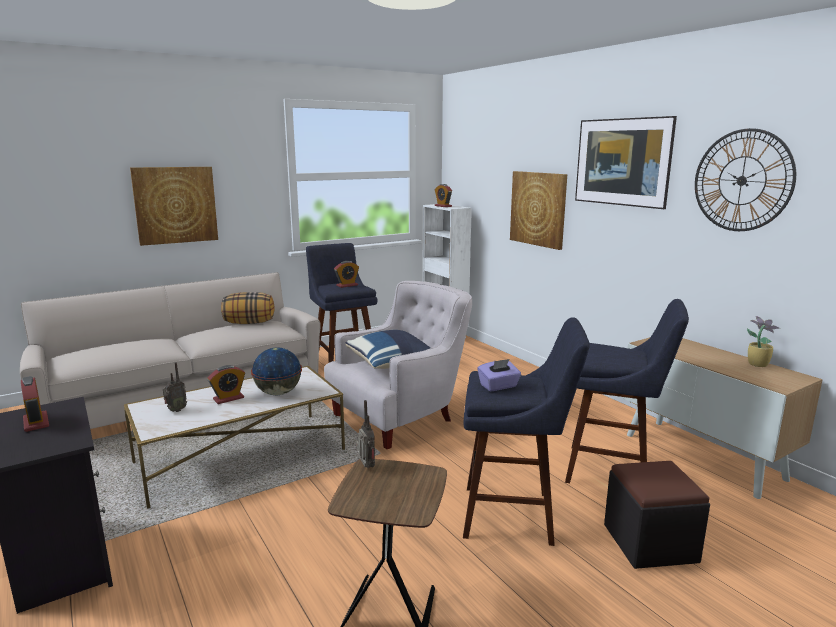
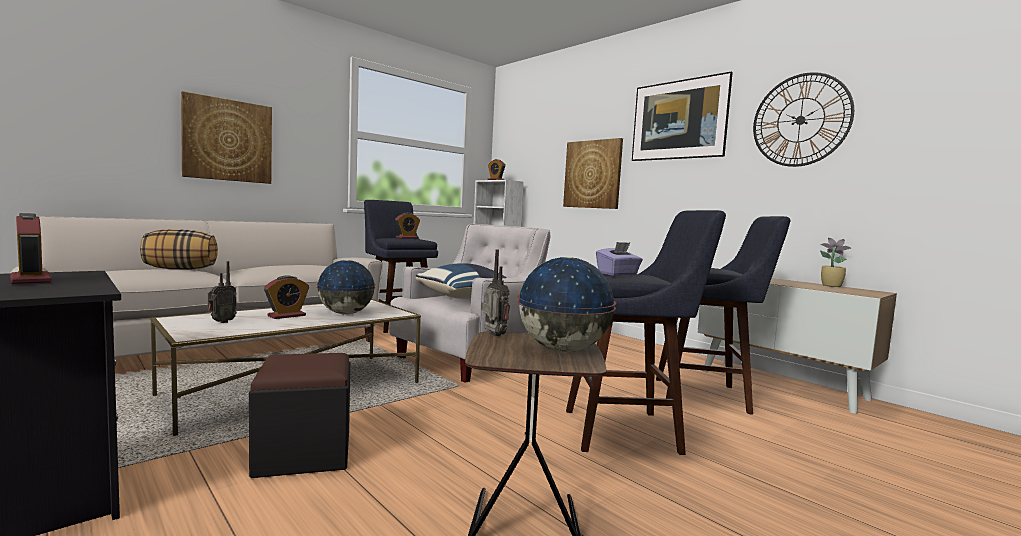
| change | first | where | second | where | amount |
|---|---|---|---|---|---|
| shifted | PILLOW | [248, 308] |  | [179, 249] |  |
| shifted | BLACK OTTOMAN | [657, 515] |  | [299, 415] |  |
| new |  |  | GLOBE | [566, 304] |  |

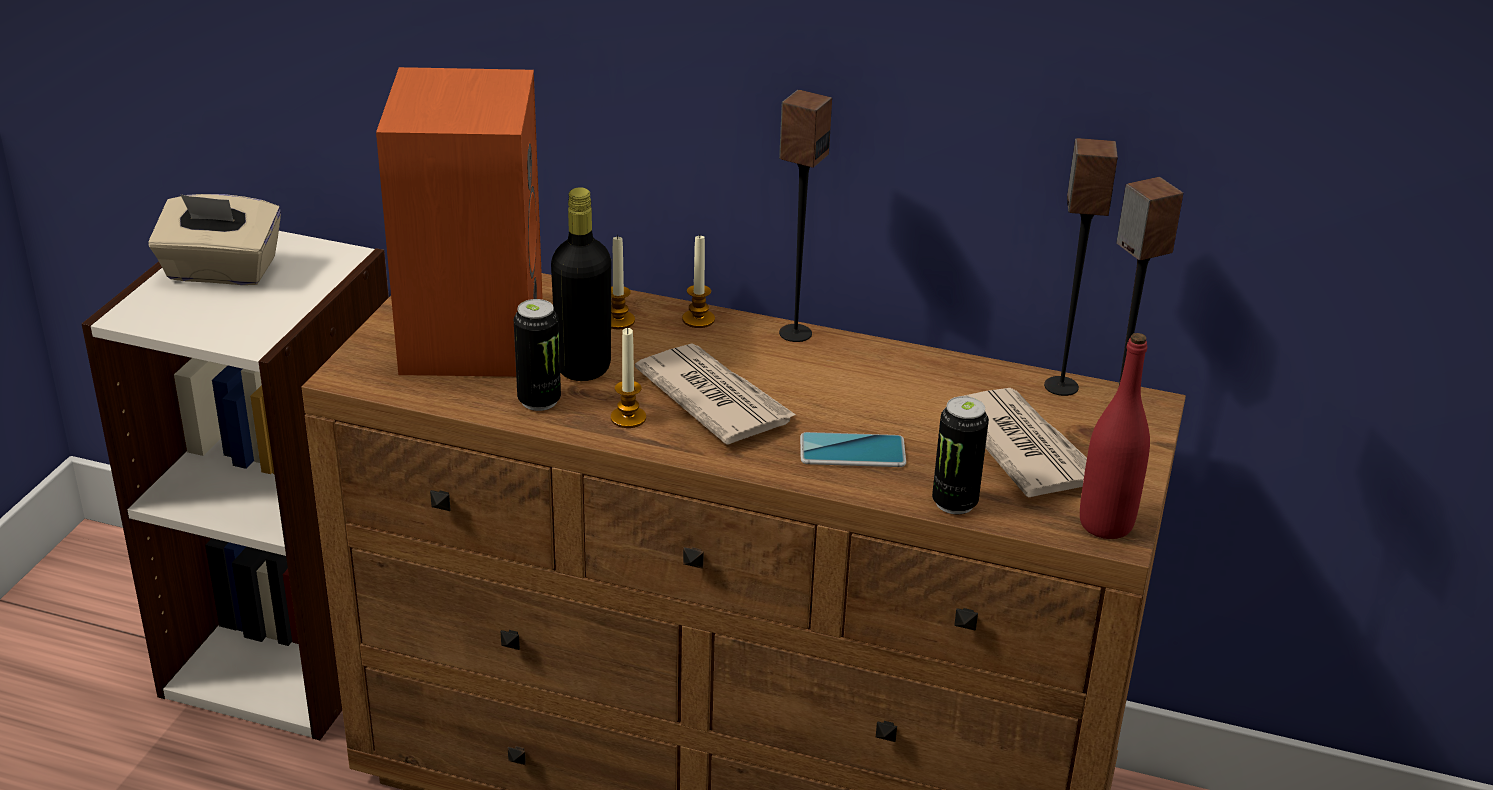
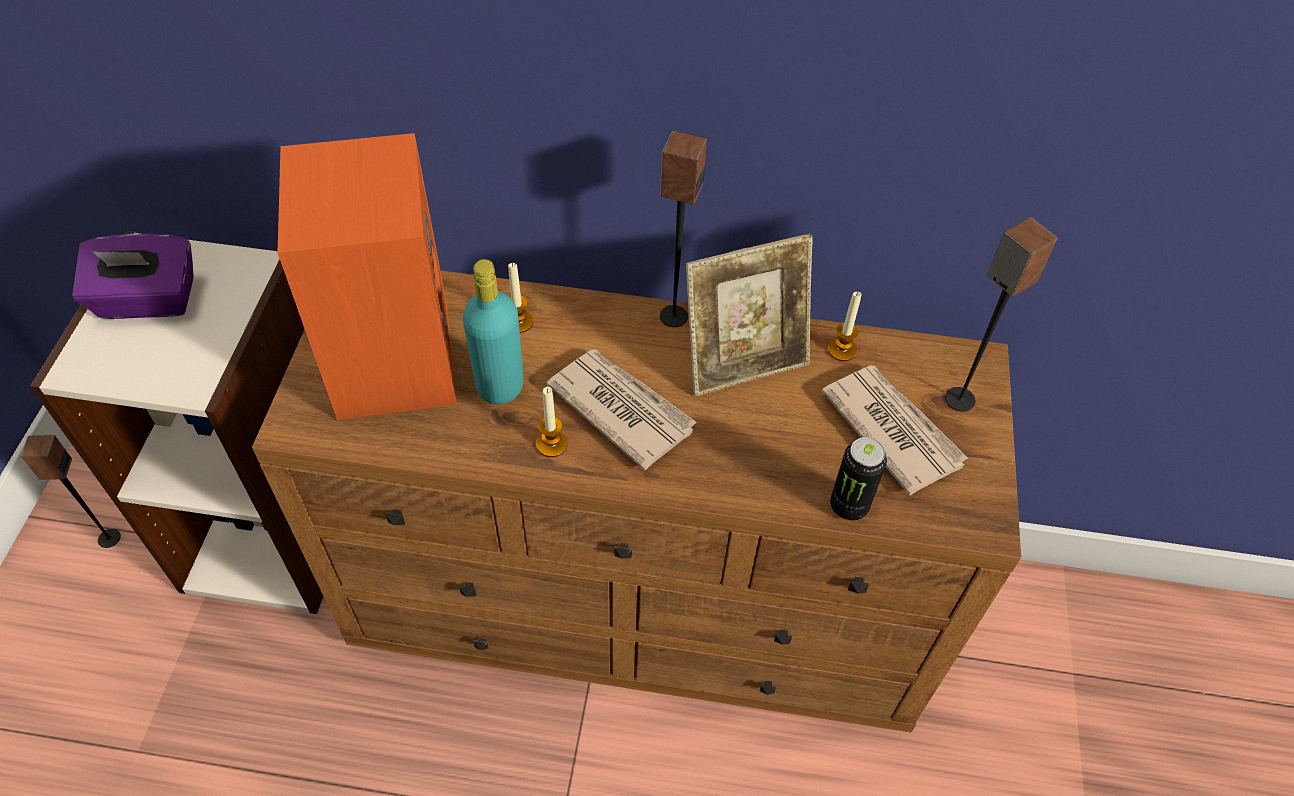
| change | first | where | second | where | amount |
|---|---|---|---|---|---|
| shifted | SPEAKER | [1081, 267] |  | [70, 491] |  |
| repainted | BEIGE TISSUE BOX | [214, 239] | PURPLE TISSUE BOX | [133, 276] |  |
| repainted | BLACK BOTTLE | [581, 284] | TURQUOISE BOTTLE | [493, 331] |  |
| new |  |  | PICTURE FRAME | [749, 315] |  |
| shifted | CANDLE | [698, 281] |  | [845, 326] |  |
| gone | CAN | [537, 355] |  |  |  |
| gone | PHONE | [853, 449] |  |  |  |
| gone | RED BOTTLE | [1115, 436] |  |  |  |

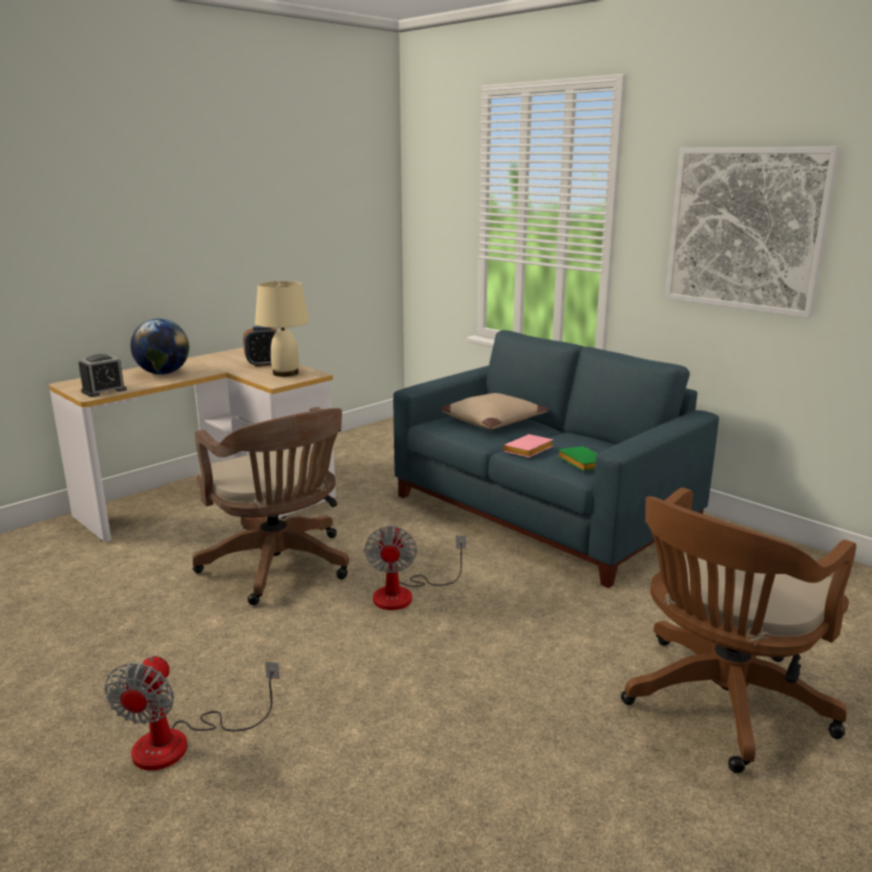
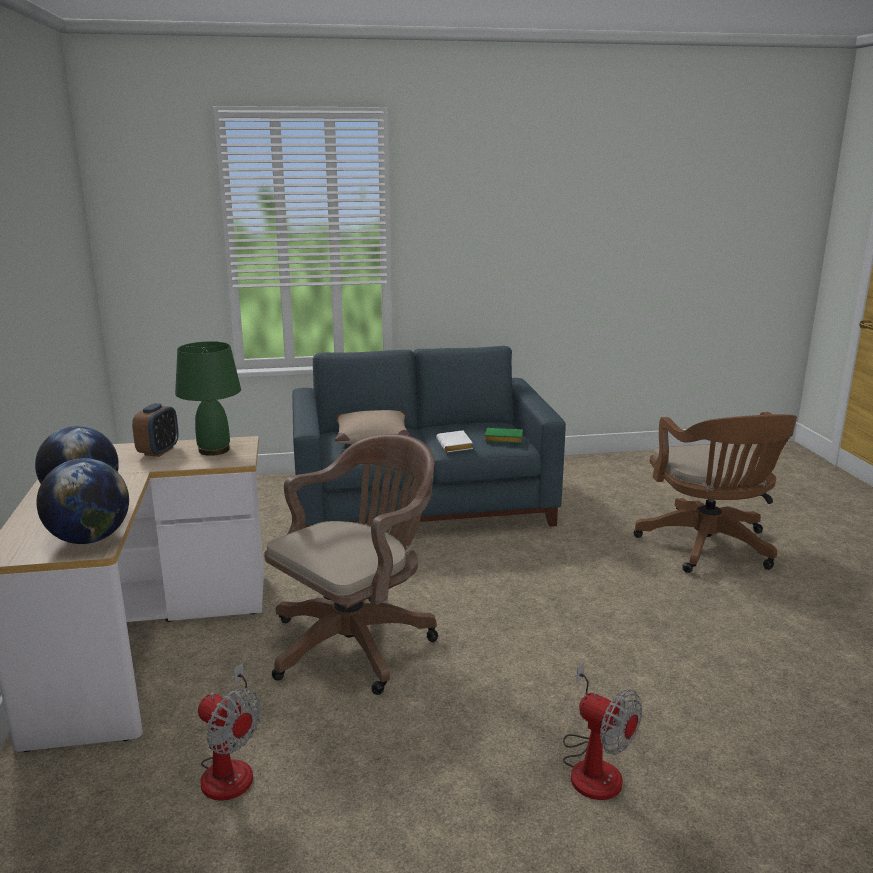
| change | first | where | second | where | amount |
|---|---|---|---|---|---|
| swapped | ALARM CLOCK | [102, 375] | GLOBE | [83, 501] |  |
| repainted | BEIGE TABLE LAMP | [282, 329] | GREEN TABLE LAMP | [208, 398] |  |
| shifted | FAN | [415, 567] |  | [229, 732] |  |
| rotated | BROWN OFFICE CHAIR | [271, 506] |  | [351, 564] | 45 degrees counterclockwise |
| repainted | PINK BOOK | [528, 445] | WHITE BOOK | [454, 441] |  |
| gone | PICTURE | [753, 232] |  |  |  |

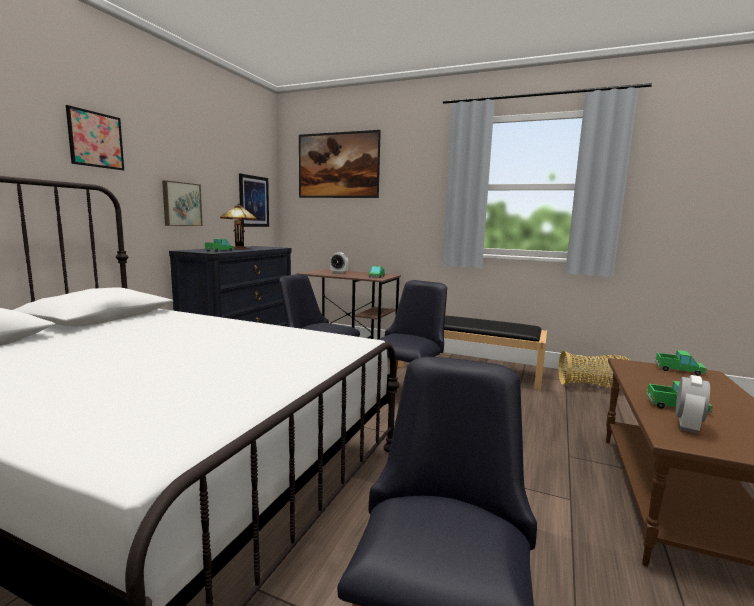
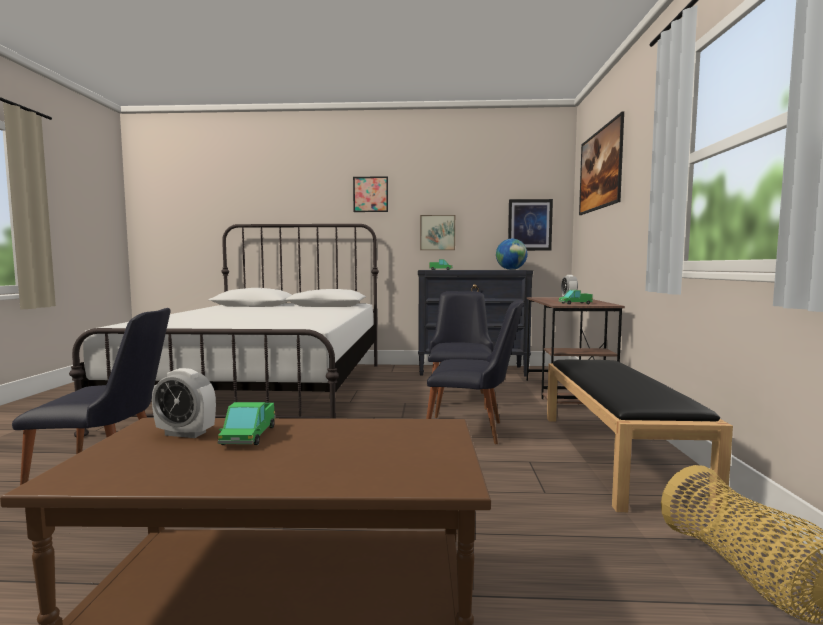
| change | first | where | second | where | amount |
|---|---|---|---|---|---|
| new |  |  | GLOBE | [511, 254] |  |
| gone | TABLE LAMP | [238, 226] |  |  |  |
| gone | TOY TRUCK | [681, 363] |  |  |  |

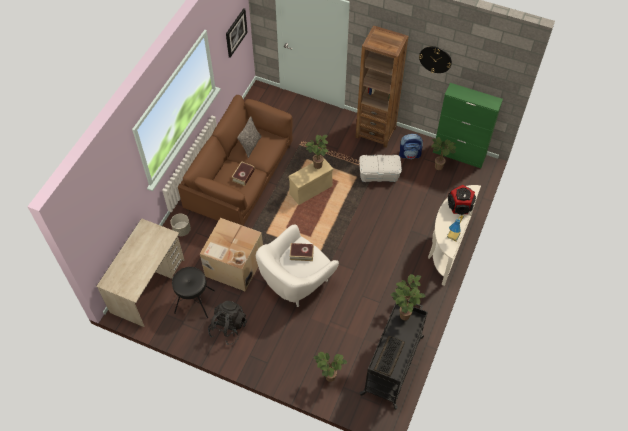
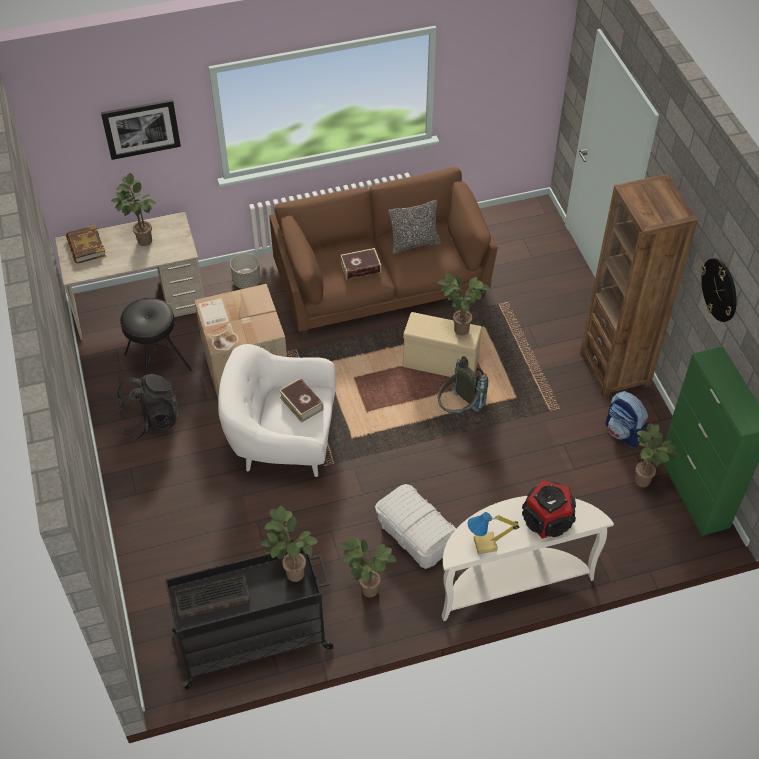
| change | first | where | second | where | amount |
|---|---|---|---|---|---|
| new |  |  | BOOK | [86, 244] |  |
| shifted | PICTURE | [237, 33] |  | [141, 129] |  |
| shifted | POTTED PLANT | [330, 367] |  | [133, 209] |  |
| shifted | WHITE STORAGE BOX | [380, 168] |  | [415, 526] |  |
| new |  |  | GREY BACKPACK | [463, 384] |  |

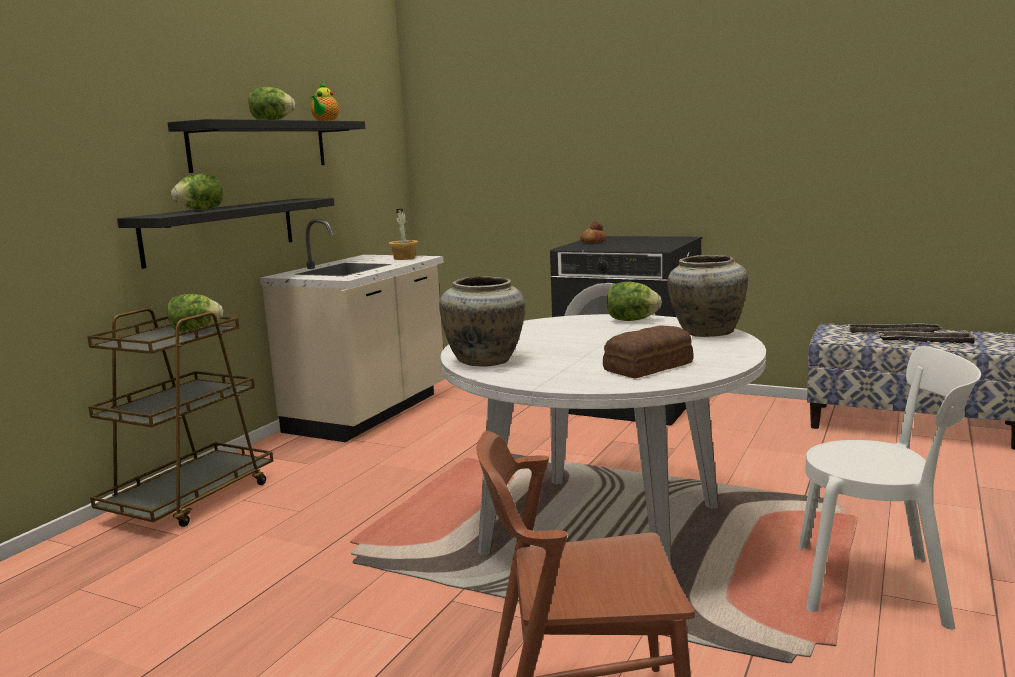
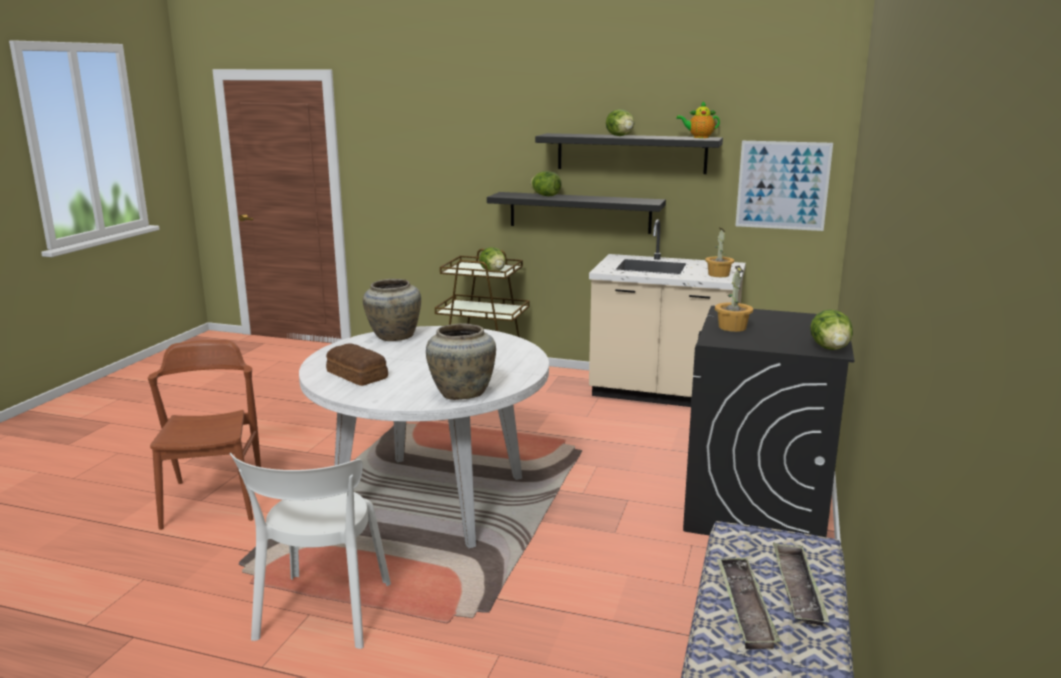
| change | first | where | second | where | amount |
|---|---|---|---|---|---|
| new |  |  | POTTED PLANT | [734, 299] |  |
| new |  |  | PICTURE | [784, 186] |  |
| shifted | LETTUCE | [634, 301] |  | [831, 329] |  |
| gone | BREAD | [593, 232] |  |  |  |

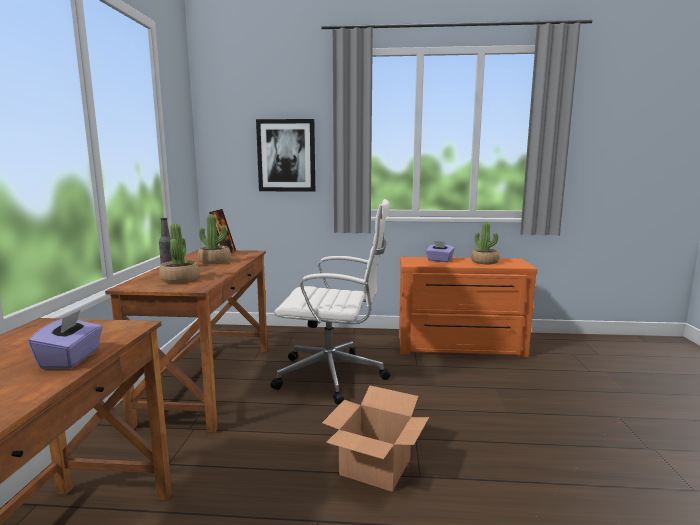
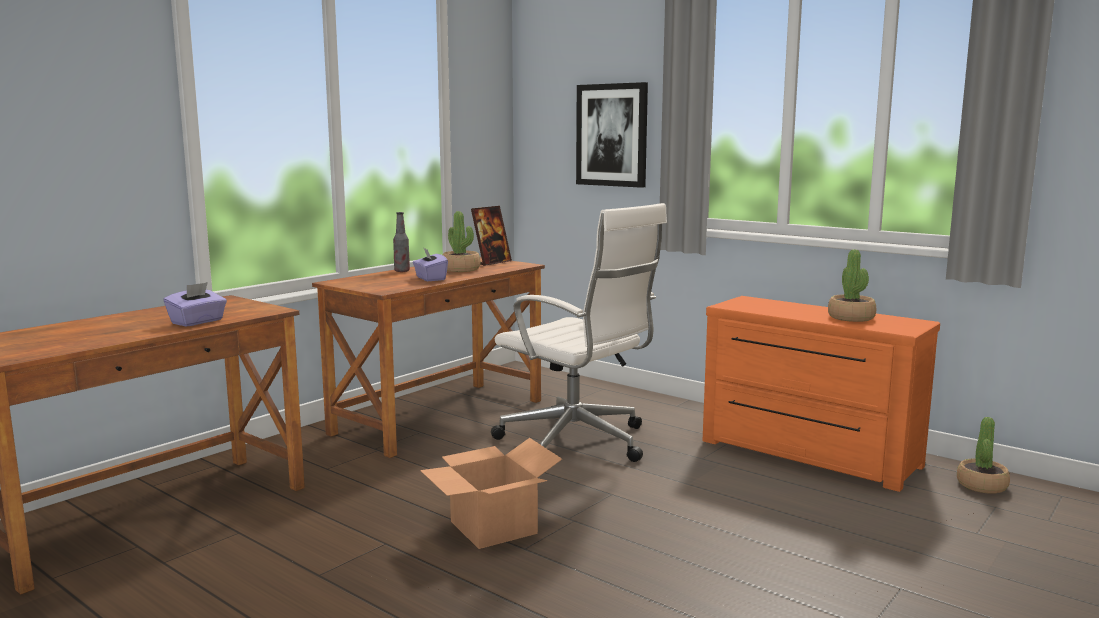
| change | first | where | second | where | amount |
|---|---|---|---|---|---|
| shifted | PURPLE TISSUE BOX | [440, 251] |  | [430, 264] |  |
| shifted | POTTED PLANT | [179, 253] |  | [983, 455] |  |

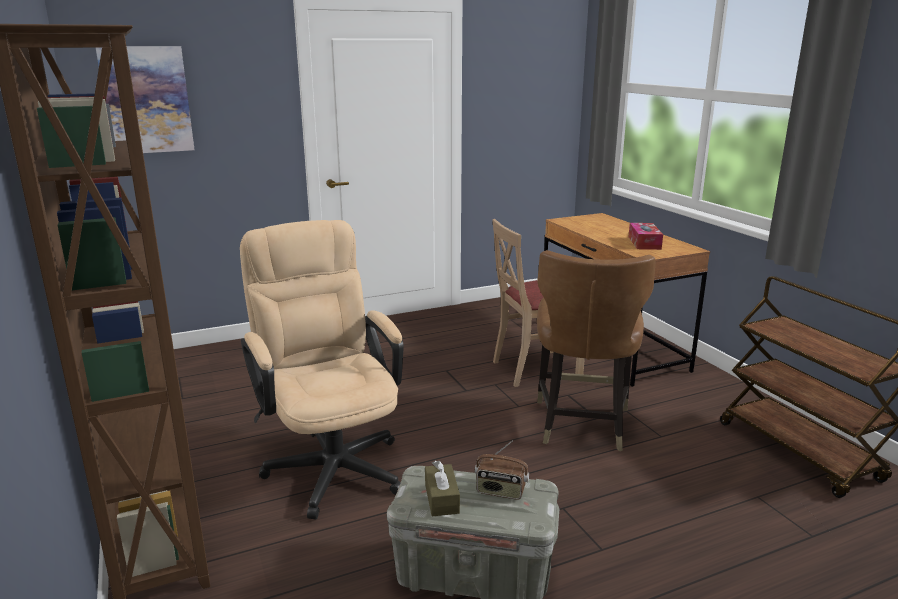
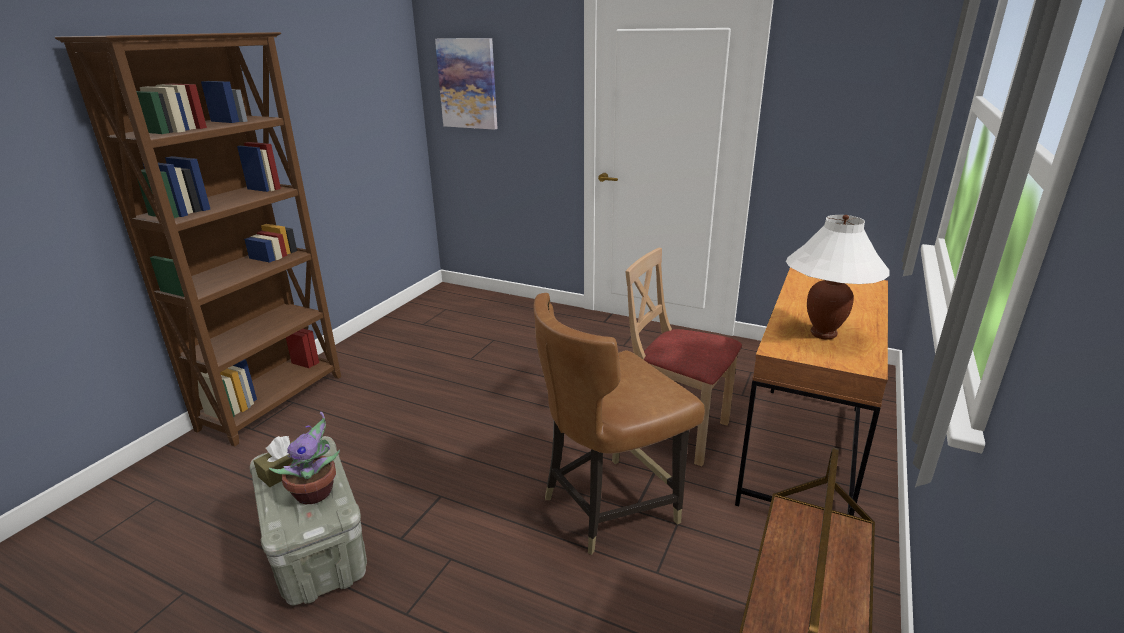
| change | first | where | second | where | amount |
|---|---|---|---|---|---|
| swapped | RADIO | [502, 470] | POTTED PLANT | [304, 458] |  |
| swapped | TISSUE BOX | [645, 236] | WHITE TABLE LAMP | [838, 277] |  |
| gone | BEIGE OFFICE CHAIR | [322, 370] |  |  |  |

